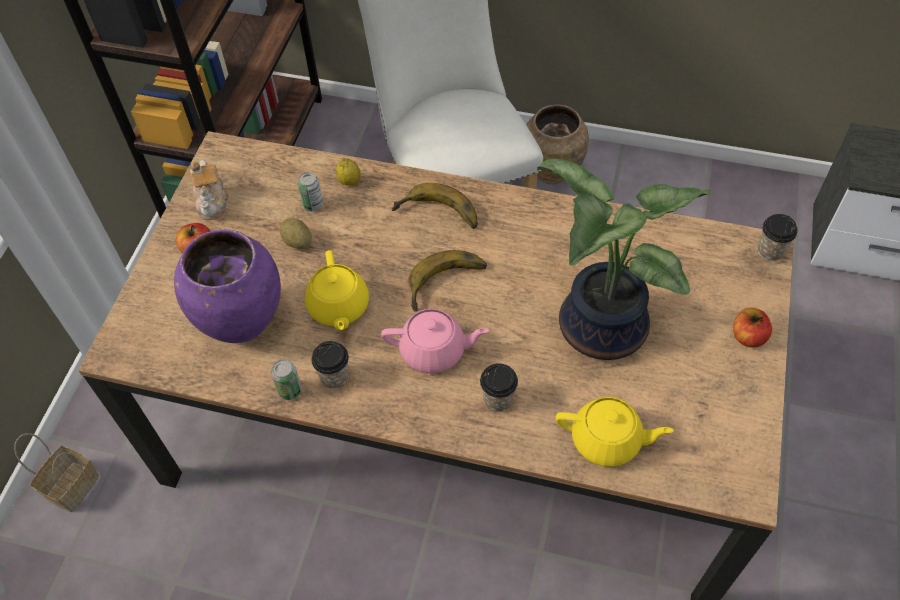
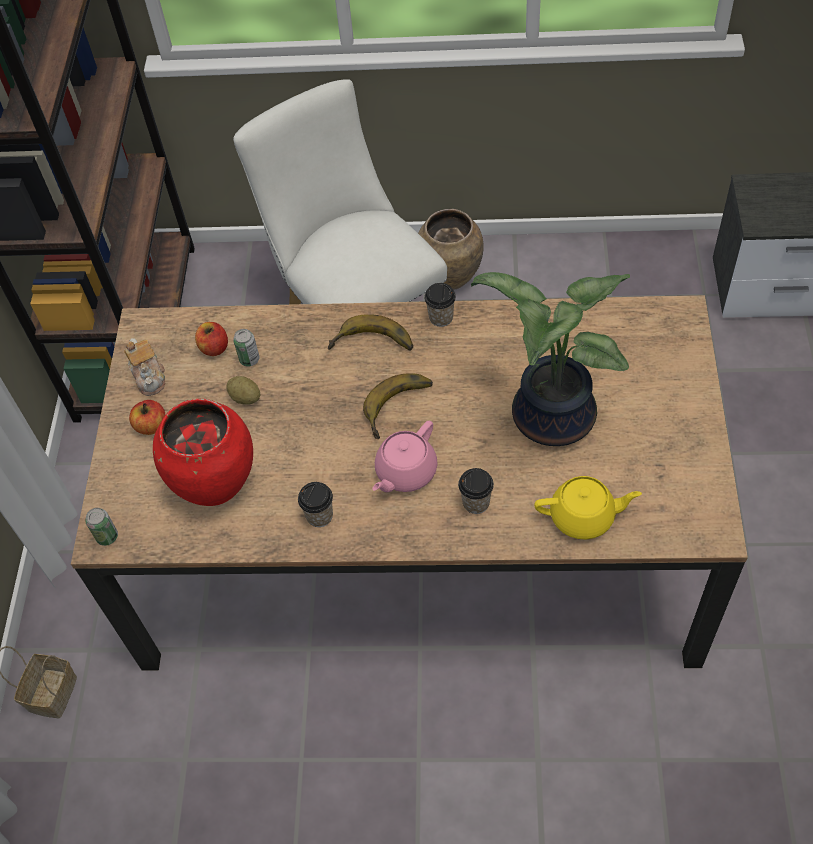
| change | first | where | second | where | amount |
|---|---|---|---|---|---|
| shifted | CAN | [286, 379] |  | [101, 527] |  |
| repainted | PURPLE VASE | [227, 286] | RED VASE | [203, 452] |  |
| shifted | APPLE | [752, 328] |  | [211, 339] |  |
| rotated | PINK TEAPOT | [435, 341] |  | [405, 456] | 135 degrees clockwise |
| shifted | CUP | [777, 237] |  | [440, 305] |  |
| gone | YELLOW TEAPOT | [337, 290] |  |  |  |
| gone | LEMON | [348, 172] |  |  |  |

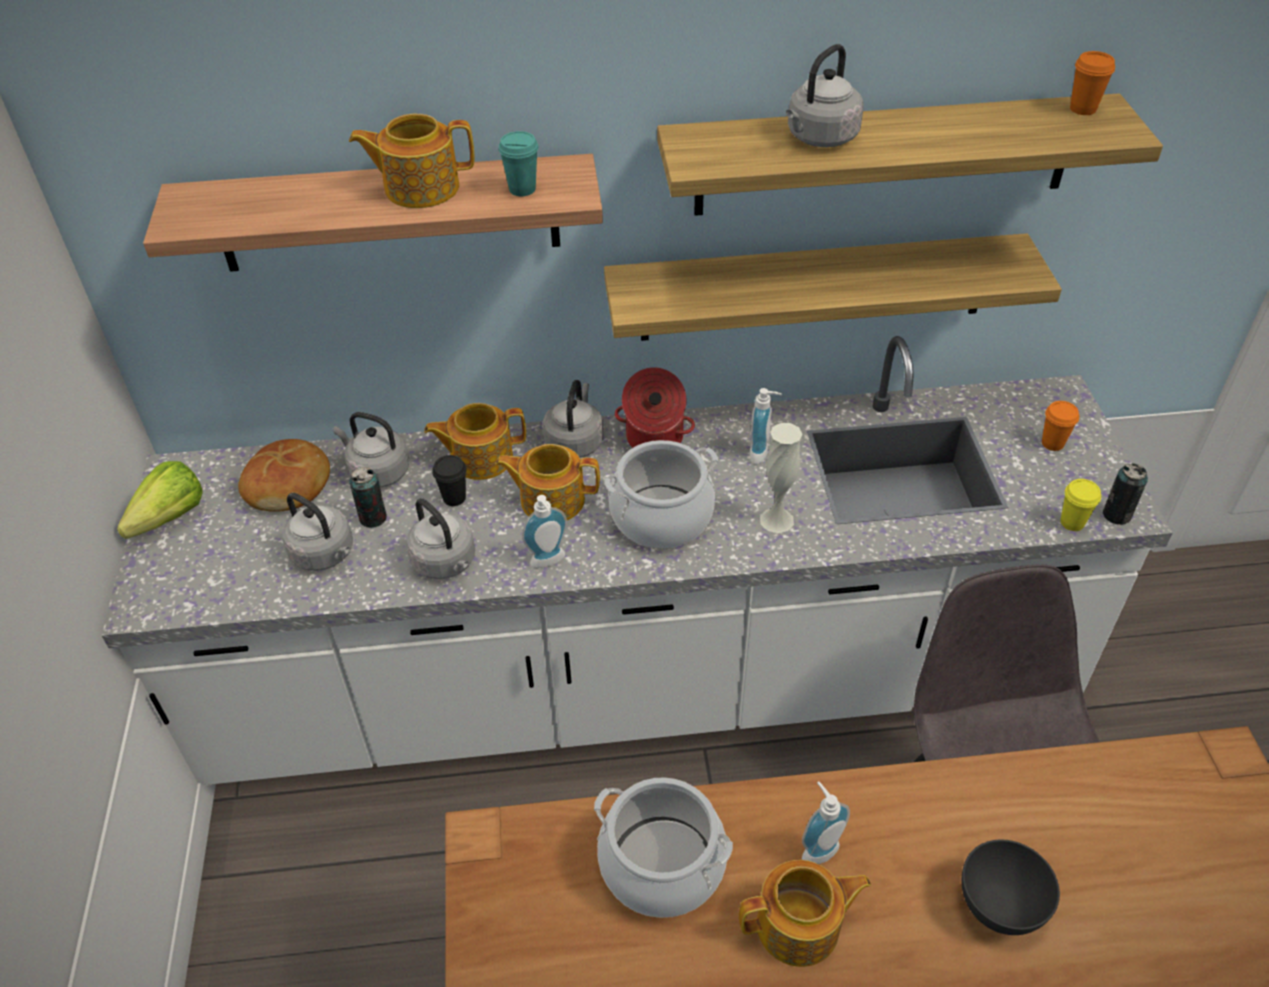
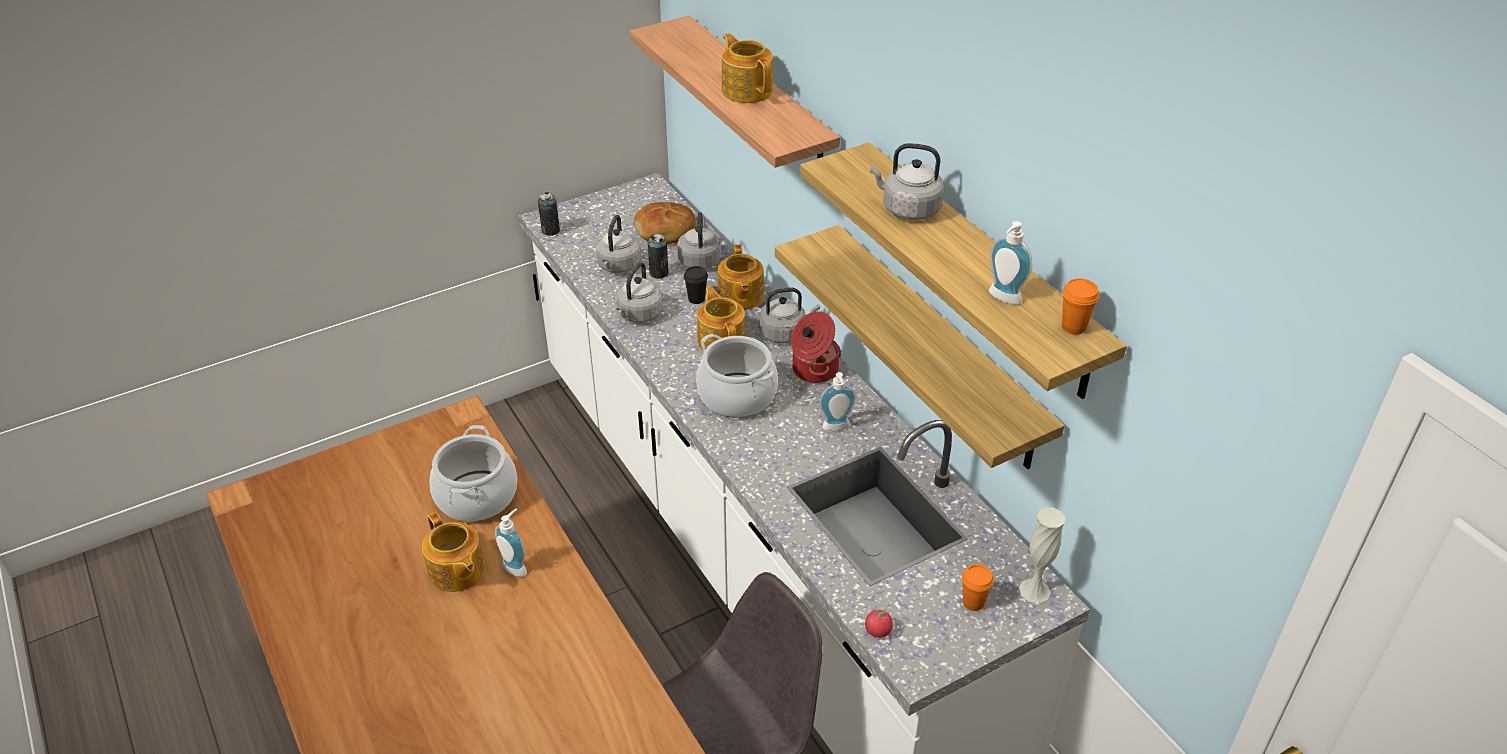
| change | first | where | second | where | amount |
|---|---|---|---|---|---|
| shifted | CAN | [1125, 494] |  | [549, 214] |  |
| rotated | TEAPOT | [475, 441] |  | [741, 277] | 150 degrees counterclockwise |
| swapped | YELLOW CUP | [1080, 505] | TOMATO | [879, 622] |  |
| shifted | SOAP DISPENSER | [544, 531] |  | [1010, 263] |  |
| shifted | WHITE VASE | [781, 478] |  | [1042, 555] |  |
| gone | LETTUCE | [159, 500] |  |  |  |
| gone | TURQUOISE CUP | [519, 163] |  |  |  |
| gone | GREY BOWL | [1010, 887] |  |  |  |

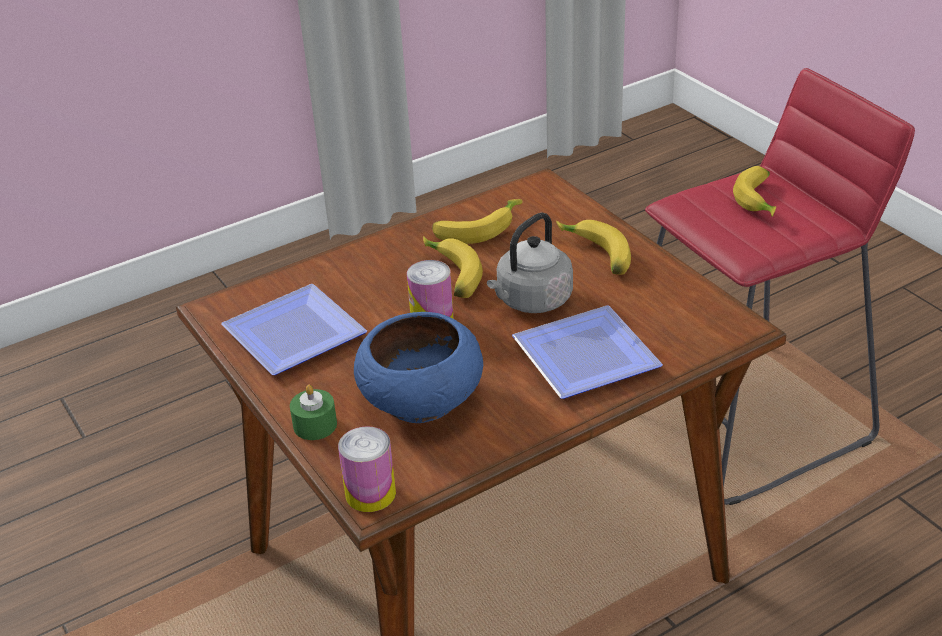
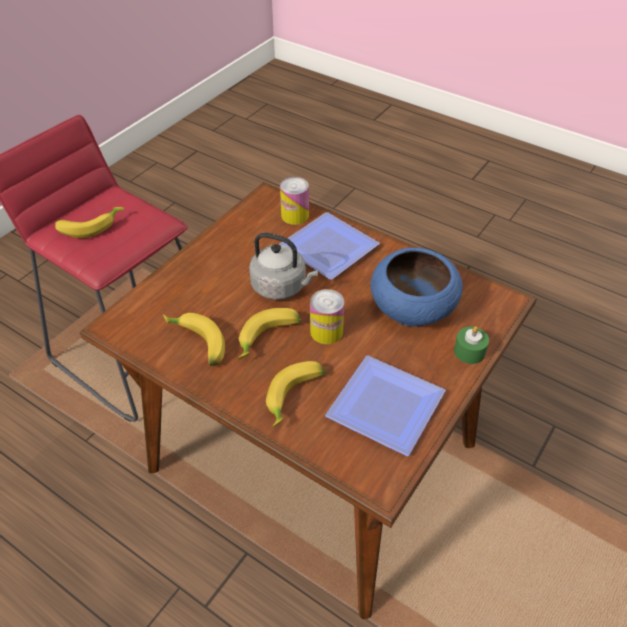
| change | first | where | second | where | amount |
|---|---|---|---|---|---|
| shifted | BANANA | [593, 247] |  | [296, 394] |  |
| shifted | CAN | [367, 469] |  | [294, 201] |  |

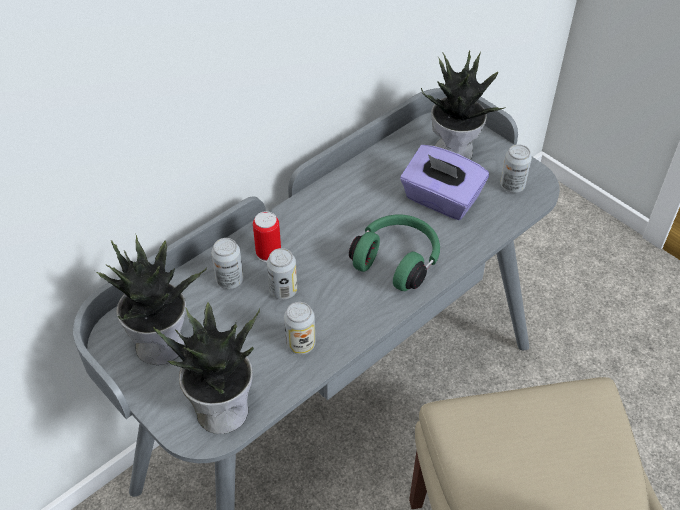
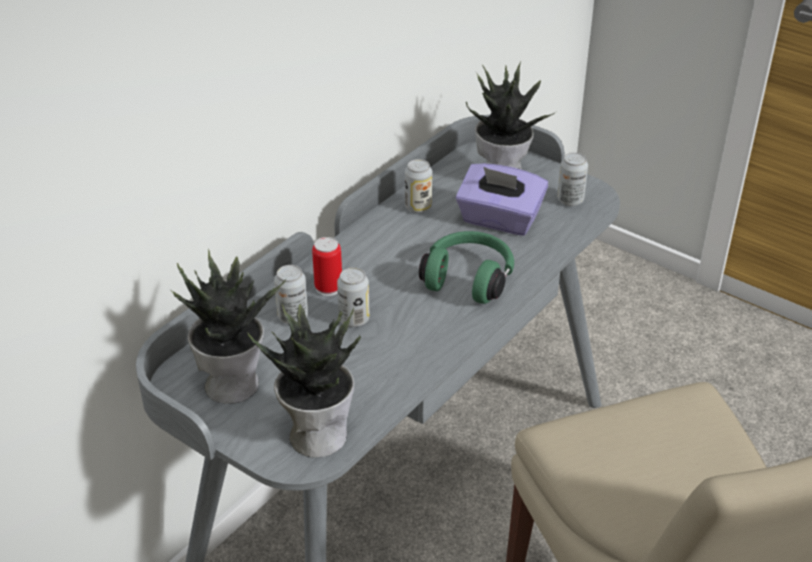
| change | first | where | second | where | amount |
|---|---|---|---|---|---|
| shifted | CAN | [299, 328] |  | [418, 186] |  |

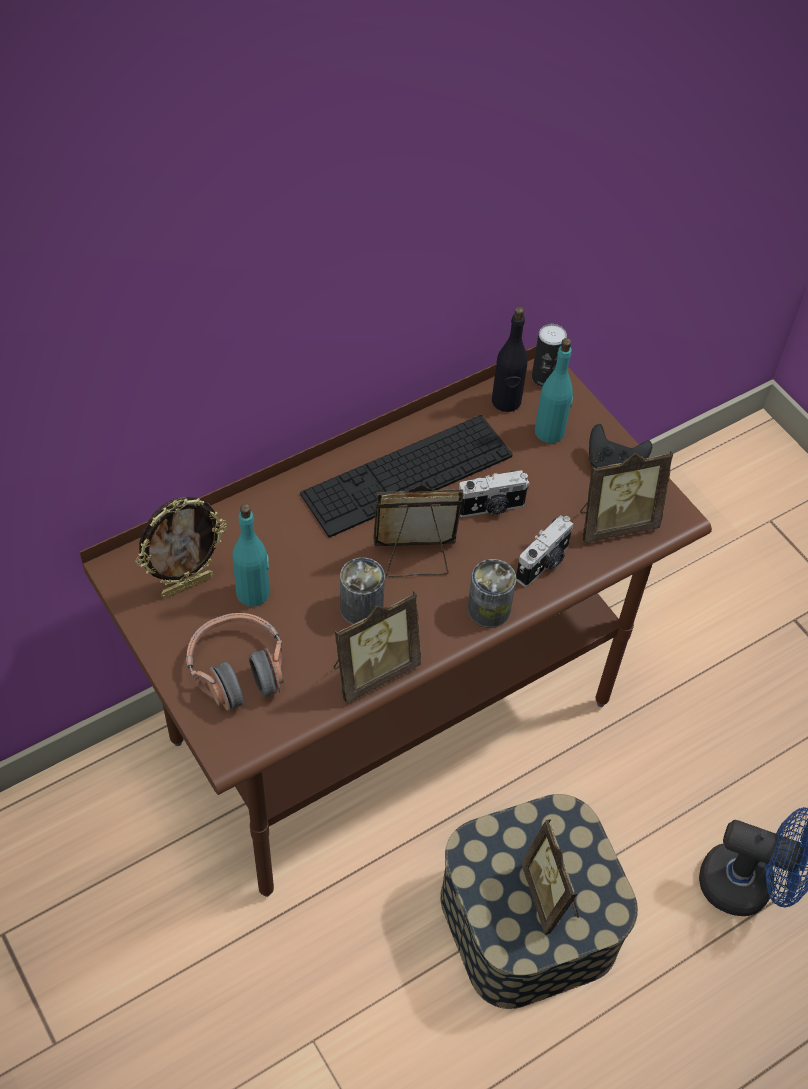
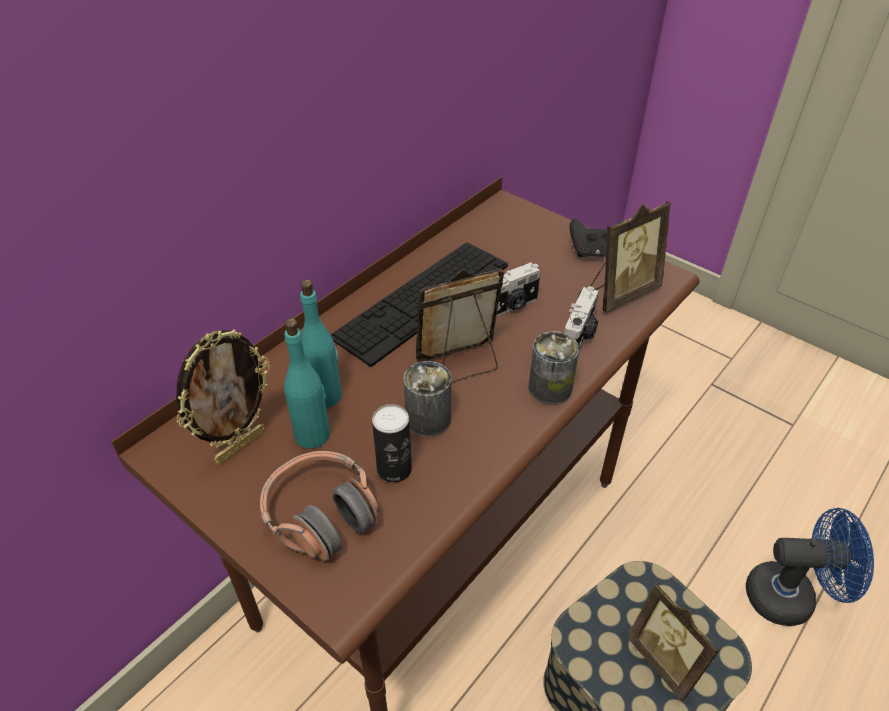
| change | first | where | second | where | amount |
|---|---|---|---|---|---|
| shifted | TURQUOISE BOTTLE | [554, 390] |  | [321, 343] |  |
| shifted | CAN | [549, 355] |  | [392, 443] |  |
| gone | PICTURE FRAME | [377, 647] |  |  |  |
| gone | BLACK BOTTLE | [510, 359] |  |  |  |

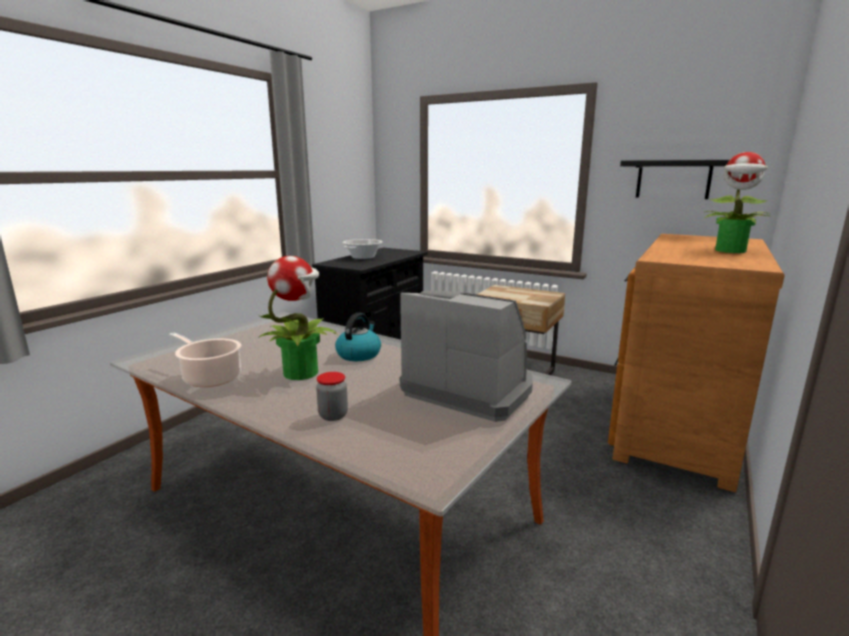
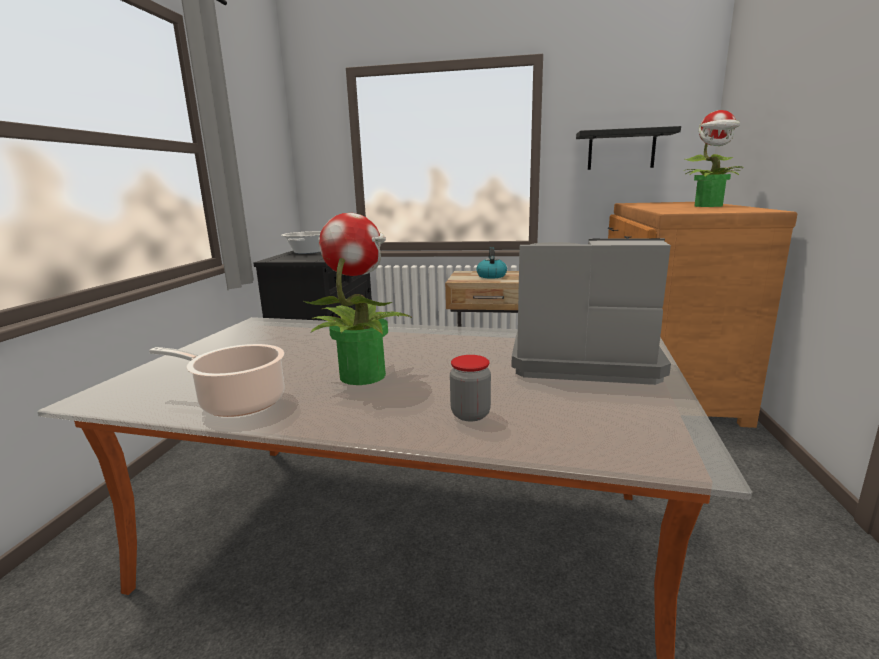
| change | first | where | second | where | amount |
|---|---|---|---|---|---|
| shifted | KETTLE | [358, 337] |  | [491, 263] |  |

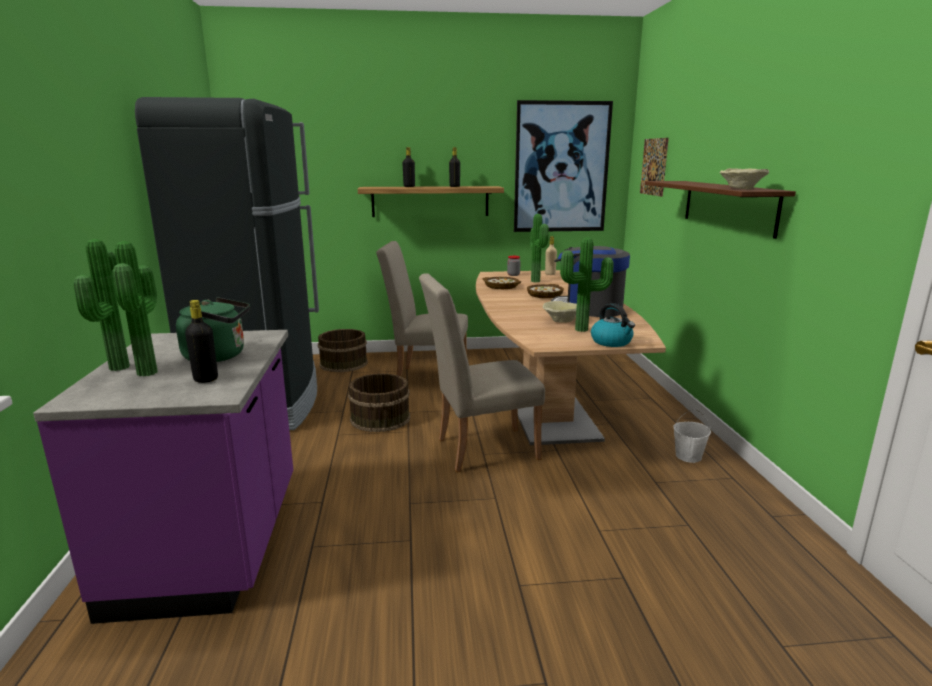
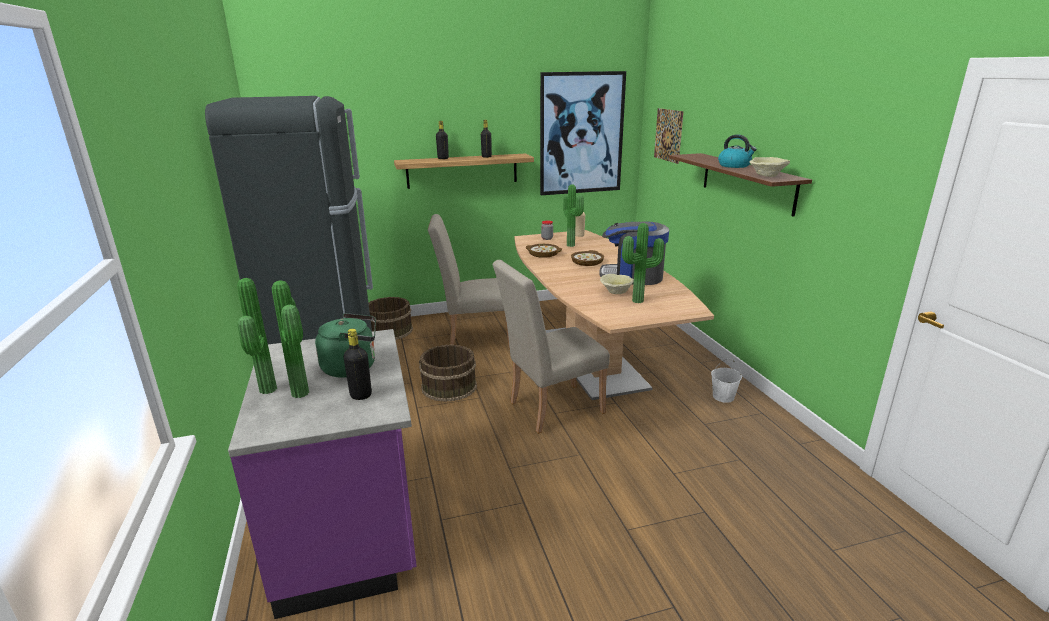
| change | first | where | second | where | amount |
|---|---|---|---|---|---|
| shifted | KETTLE | [613, 325] |  | [737, 151] |  |

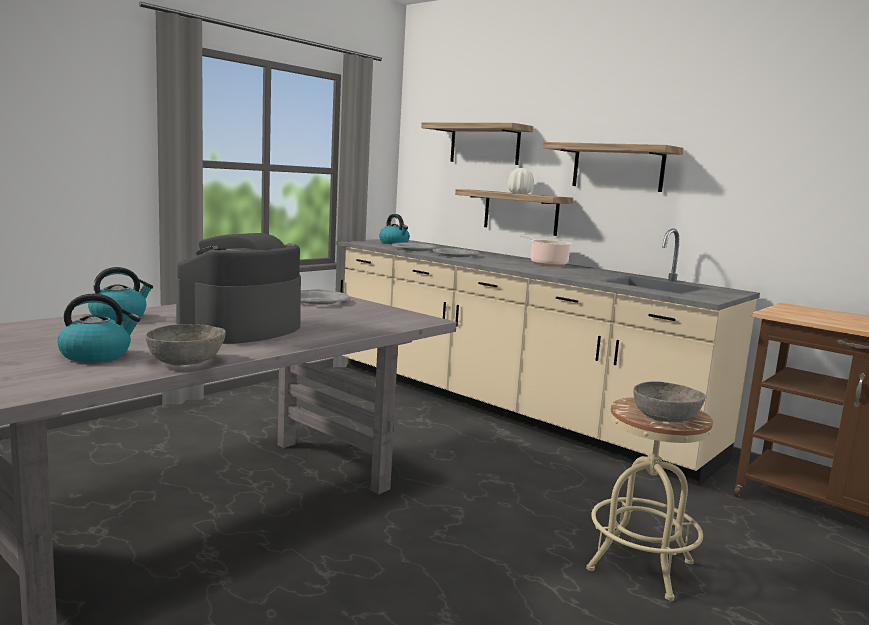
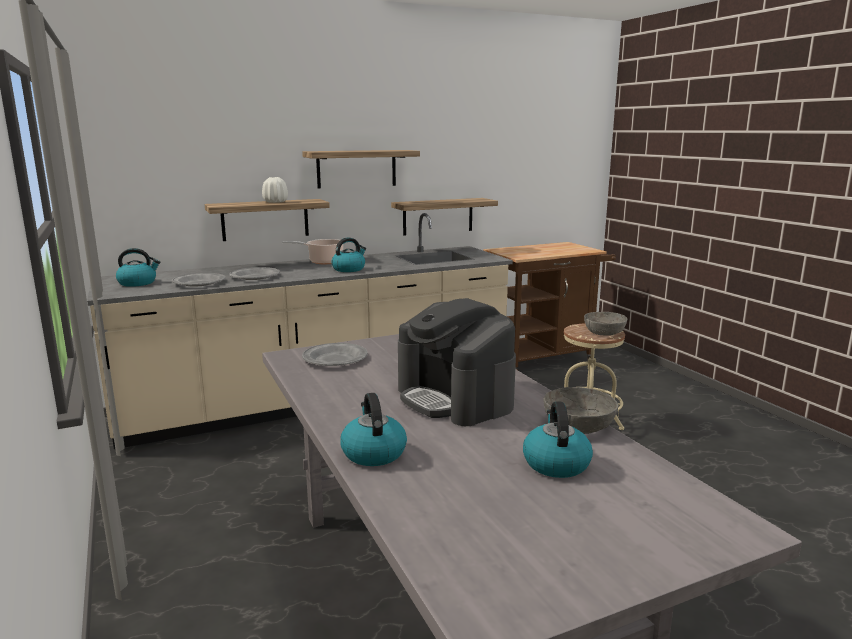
| change | first | where | second | where | amount |
|---|---|---|---|---|---|
| new |  |  | KETTLE | [348, 255] |  |
| shifted | SHELF | [477, 143] |  | [444, 217] |  |

